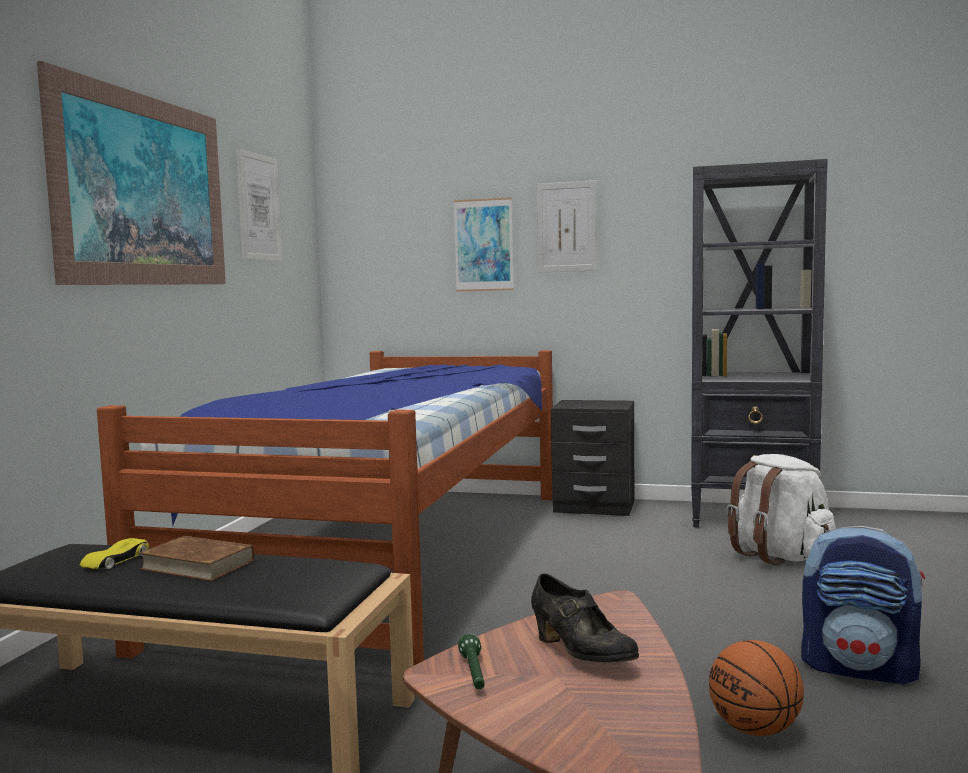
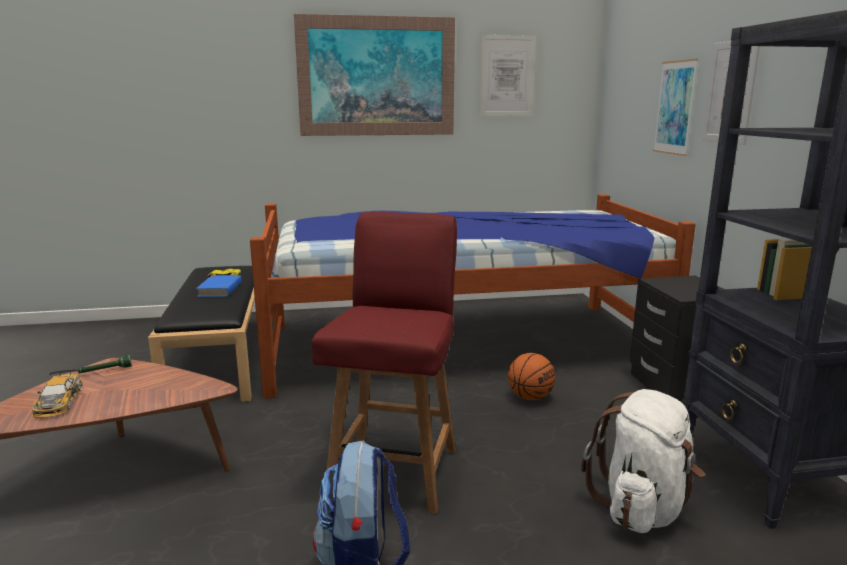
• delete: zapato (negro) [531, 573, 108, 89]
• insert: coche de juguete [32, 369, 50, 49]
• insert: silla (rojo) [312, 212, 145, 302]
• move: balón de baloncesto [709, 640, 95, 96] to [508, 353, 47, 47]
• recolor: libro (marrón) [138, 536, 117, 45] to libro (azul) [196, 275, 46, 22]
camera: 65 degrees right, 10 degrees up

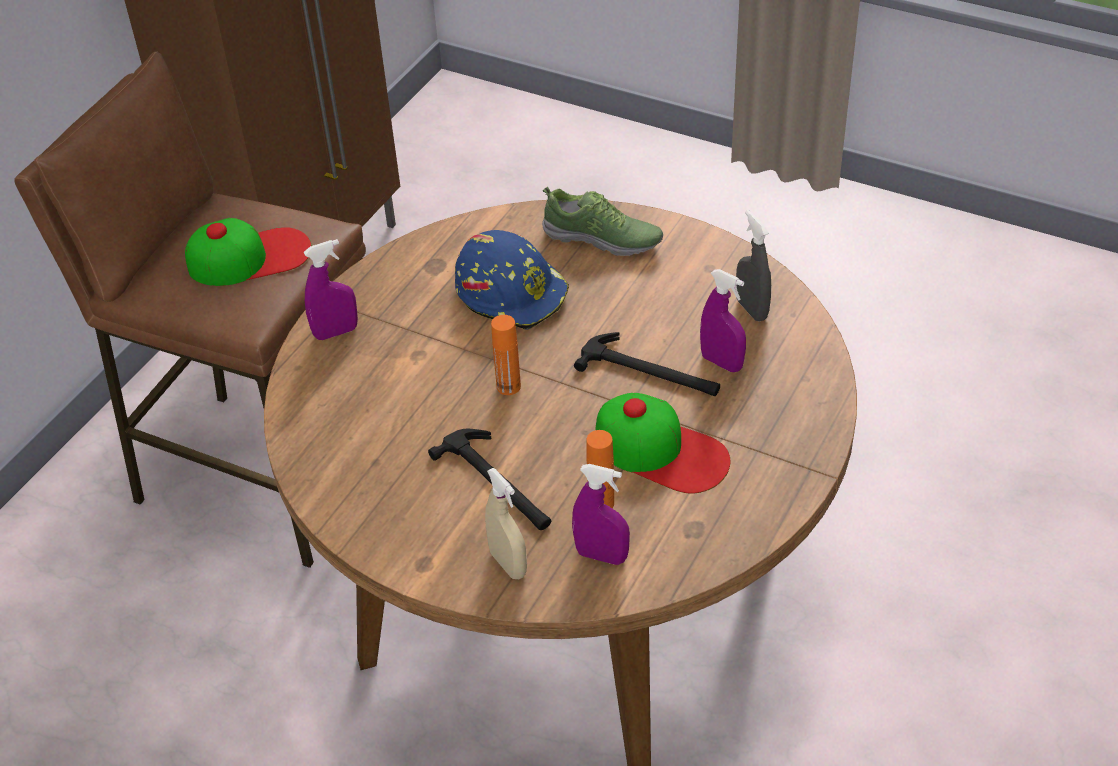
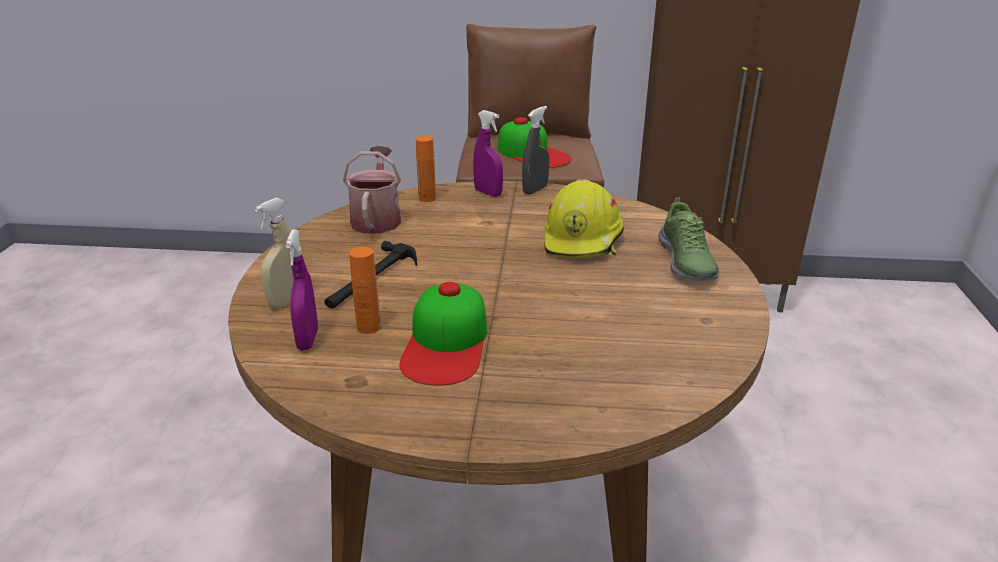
• delete: martillo [574, 332, 146, 64]
• delete: pulverizador (morado) [700, 269, 46, 103]
• insert: regadera [343, 146, 58, 88]
• move: botella (naranja) [491, 315, 30, 80] to [416, 136, 20, 66]
• move: pulverizador (gris) [736, 210, 35, 111] to [522, 106, 27, 89]
• recolor: casco (azul) [455, 230, 114, 100] to casco (amarillo) [544, 179, 80, 80]
camera: 65 degrees right, 15 degrees down

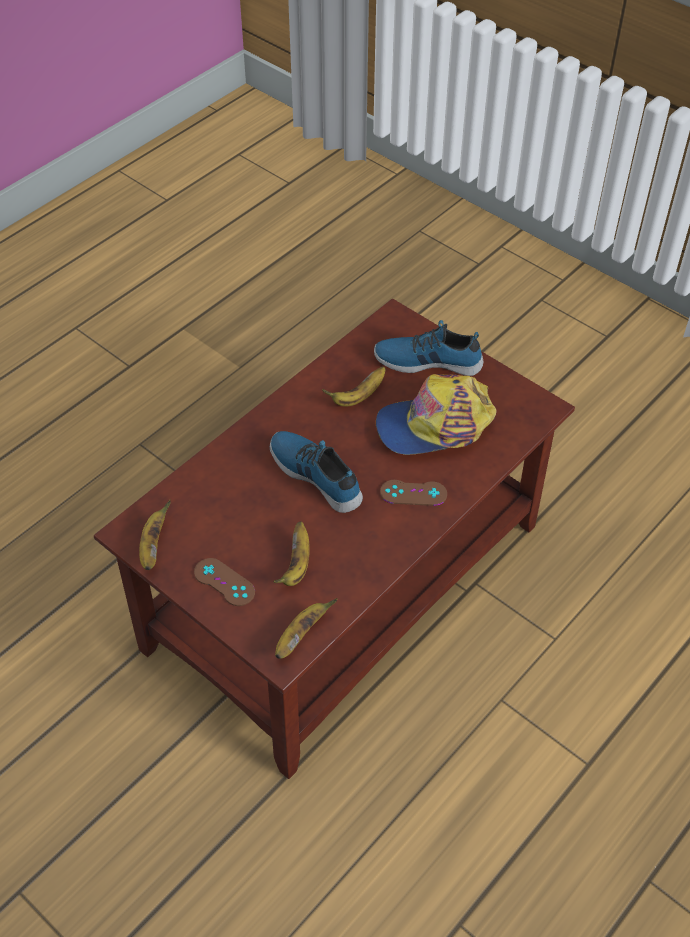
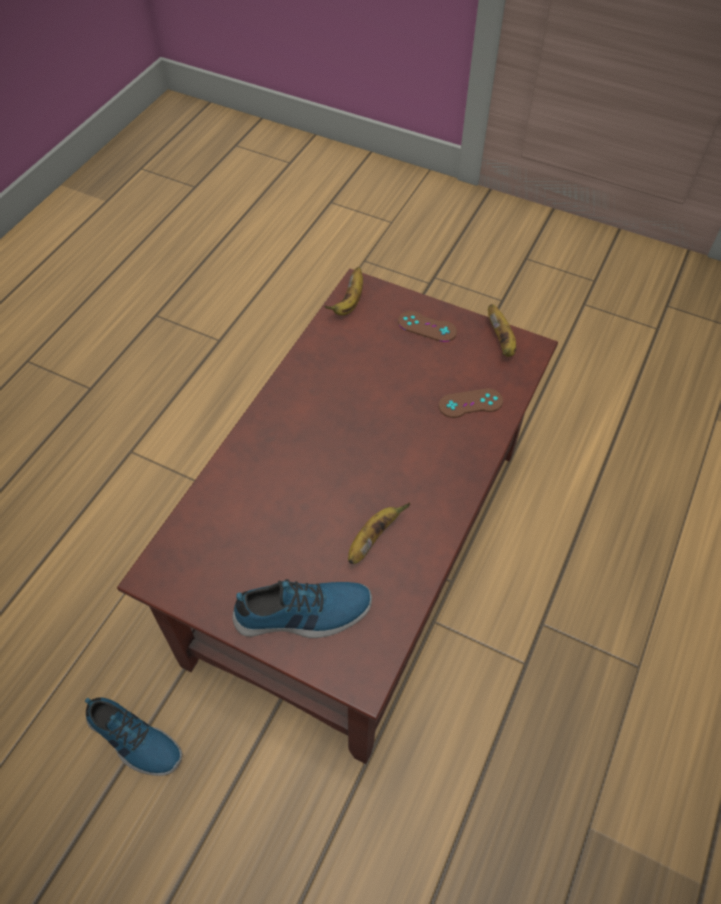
• delete: plátano [273, 522, 37, 64]
• delete: gorra [376, 374, 120, 81]
• move: zapato [270, 431, 93, 82] to [85, 698, 97, 78]
• move: mando de consola (marrón) [380, 480, 67, 26] to [439, 388, 64, 30]
camera: 165 degrees right, 5 degrees up

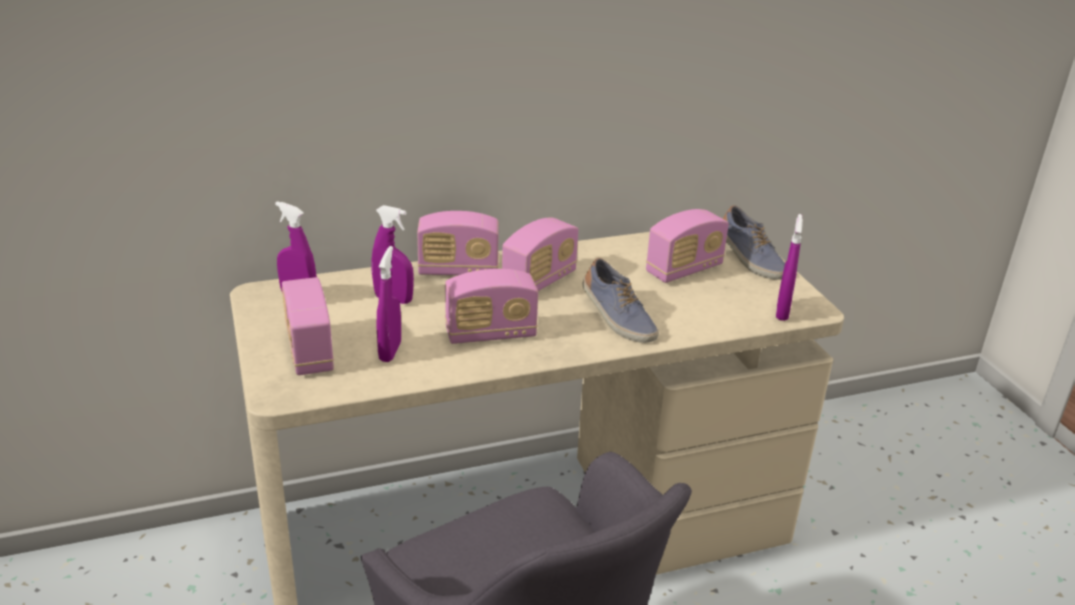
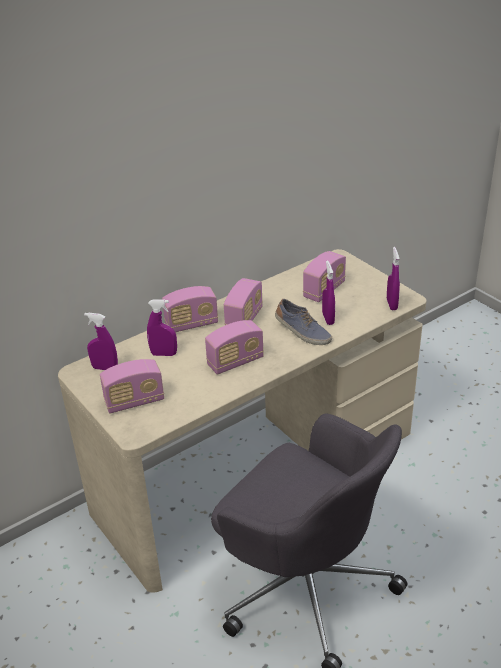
• delete: zapato [723, 205, 62, 75]
• move: pulverizador (morado) [377, 246, 24, 116] to [322, 260, 13, 65]
• rotate: radio [282, 277, 52, 98] = [100, 359, 64, 54] 75 degrees counterclockwise
camera: 15 degrees left, 5 degrees up

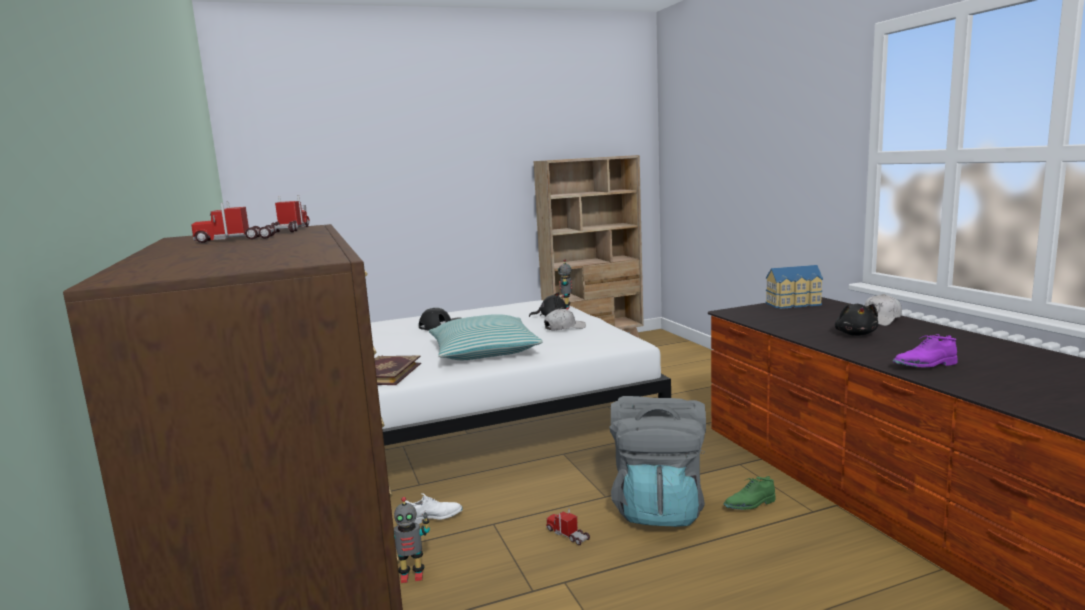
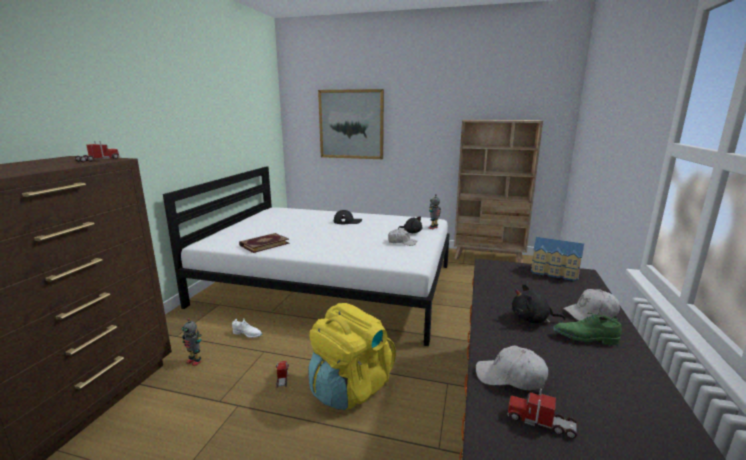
• delete: cojín [429, 314, 114, 46]
• insert: cuadro [318, 89, 66, 70]
• move: camión de juguete [191, 201, 84, 42] to [507, 388, 70, 51]
• move: zapato (verde) [723, 476, 53, 34] to [553, 313, 69, 32]
• replace: zapato (morado) [893, 334, 64, 33] to gorra (blanco) [476, 346, 72, 45]
• recolor: mochila (gris) [609, 396, 97, 131] to mochila (amarillo) [309, 303, 87, 107]
• rotate: peluche (negro) [835, 304, 43, 32] = [512, 284, 53, 39] 60 degrees clockwise
camera: 35 degrees right, 5 degrees up

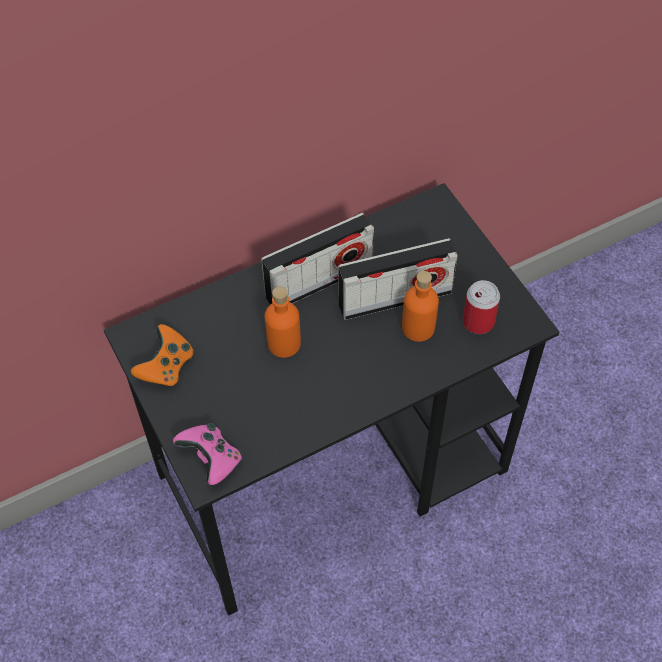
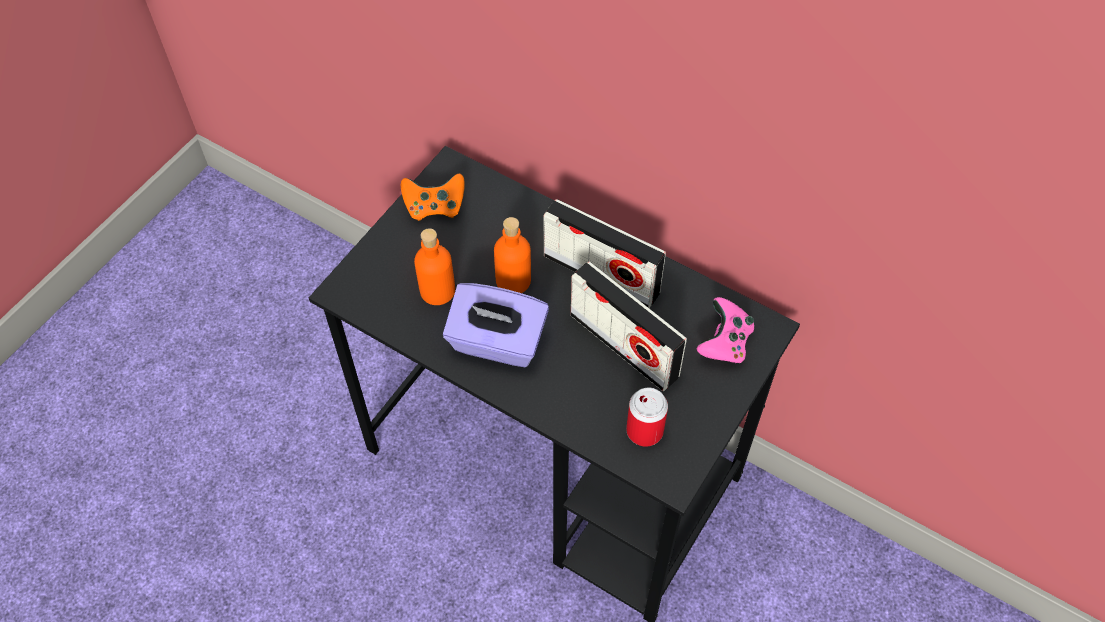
• insert: caja de pañuelos (morado) [443, 283, 106, 84]
• move: mando de consola (rosa) [173, 423, 69, 62] to [697, 297, 57, 66]
• move: botella (naranja) [402, 271, 37, 71] to [414, 228, 41, 77]
camera: 60 degrees right, 0 degrees up

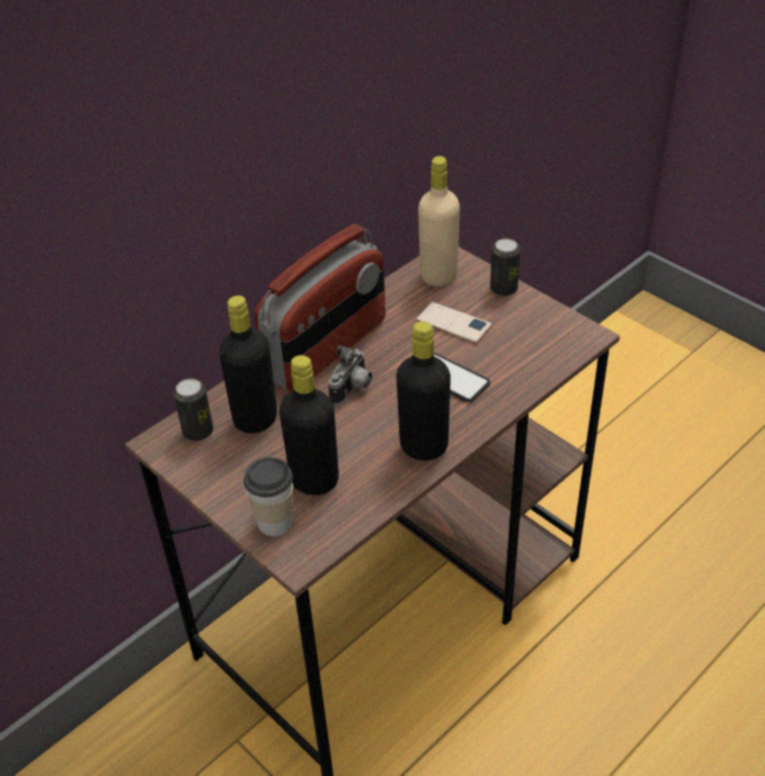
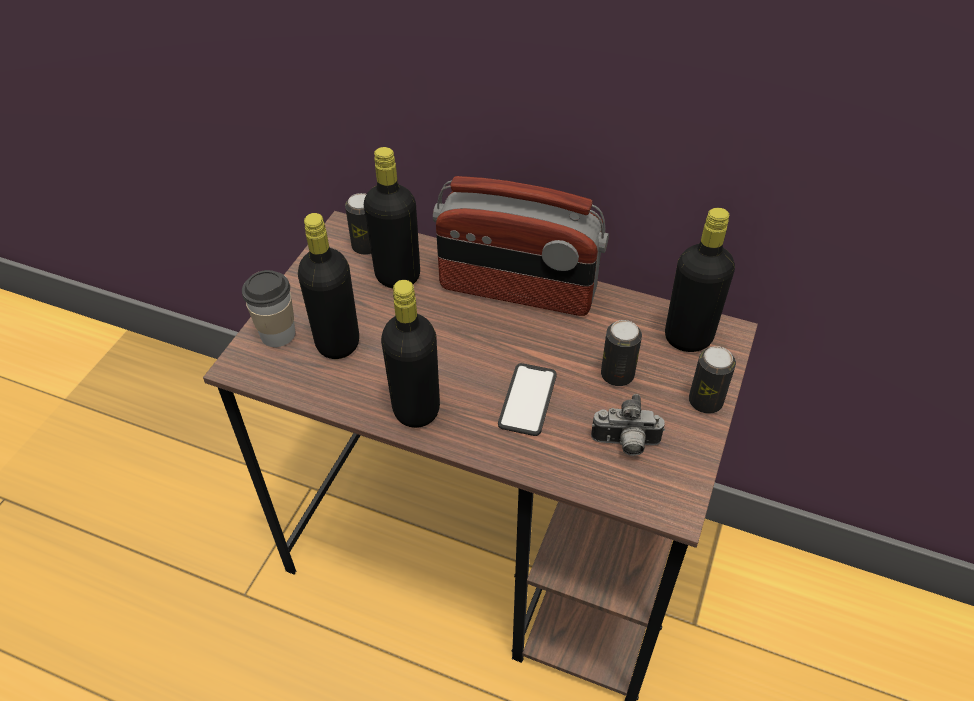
• move: cámara [328, 345, 44, 60] to [591, 394, 74, 62]
• replace: móvil [416, 302, 76, 41] to lata [601, 320, 41, 66]
• recolor: botella (beis) [418, 156, 42, 130] to botella (negro) [665, 208, 70, 144]
camera: 65 degrees right, 5 degrees up

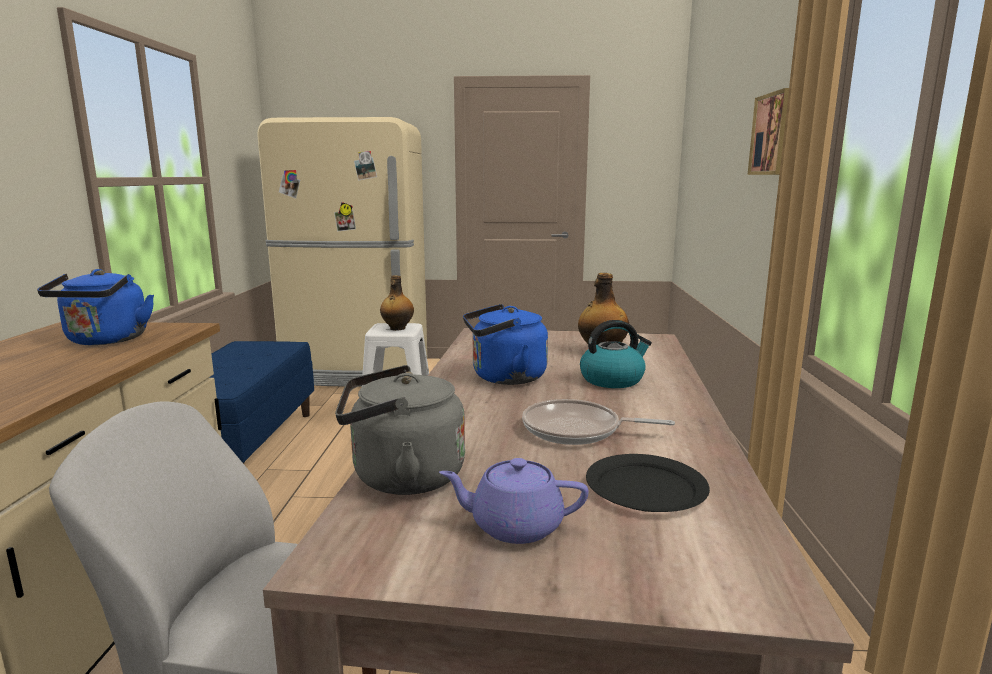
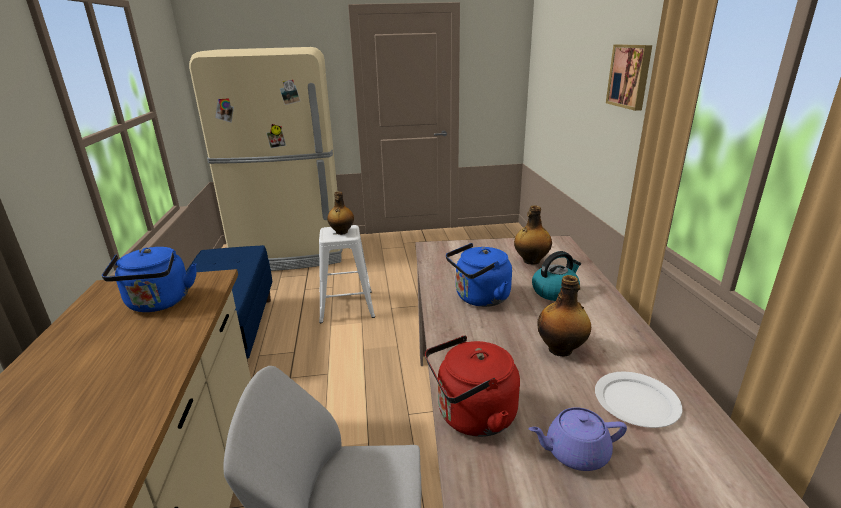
• replace: sartén [522, 399, 153, 46] to botella [537, 275, 54, 81]
• recolor: hervidor (gris) [335, 365, 130, 130] to hervidor (rojo) [425, 336, 95, 101]
• recolor: plato (negro) [586, 454, 124, 58] to plato (blanco) [595, 372, 88, 56]
camera: 10 degrees left, 10 degrees up

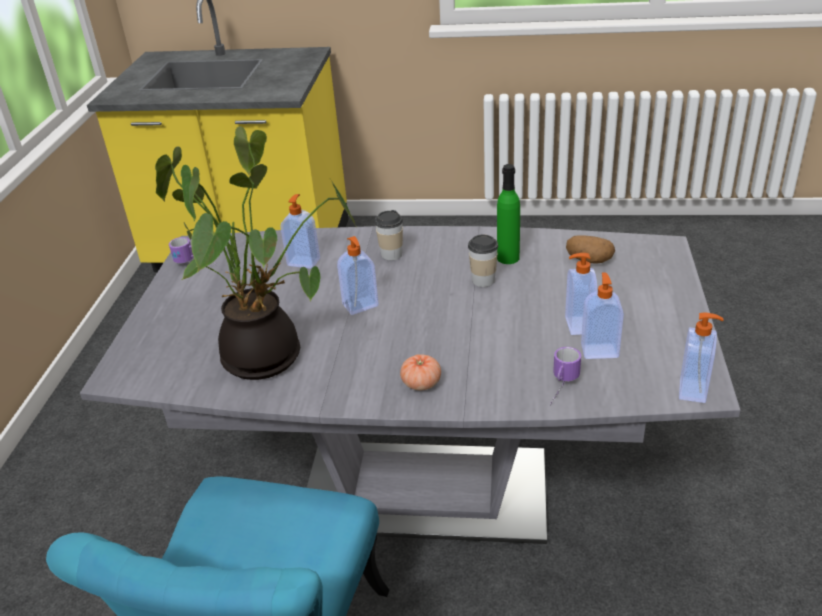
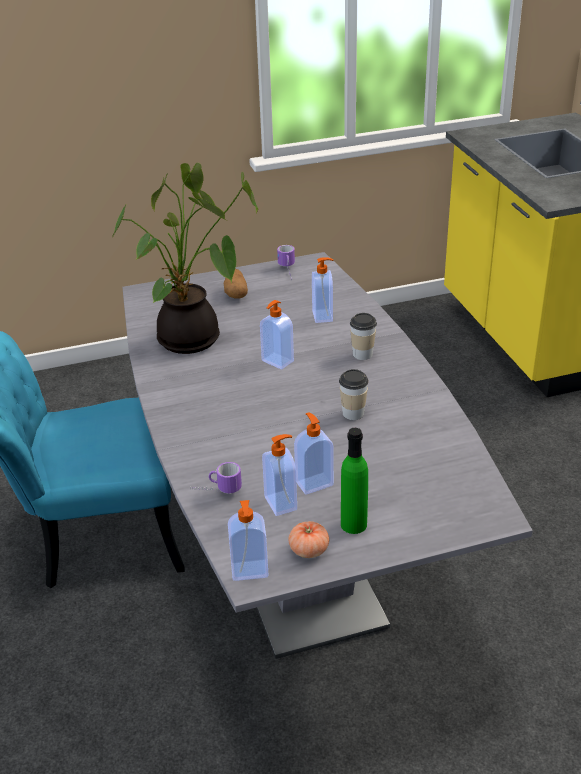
• move: tomate [400, 354, 41, 36] to [288, 521, 41, 37]
• move: botella (verde) [497, 164, 23, 100] to [341, 428, 27, 106]
• move: patata [566, 235, 49, 29] to [224, 269, 24, 30]
camera: 65 degrees right, 0 degrees up

